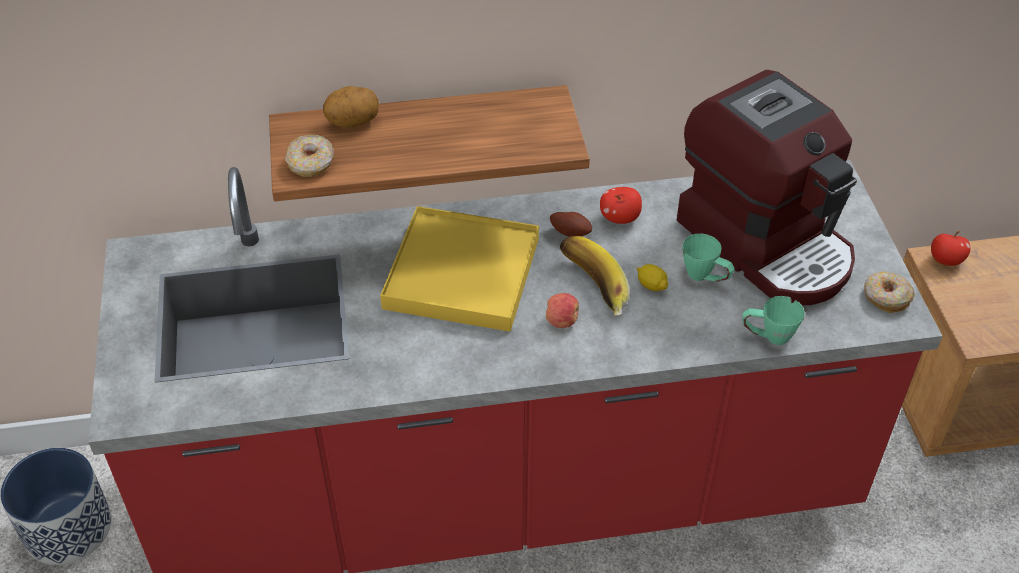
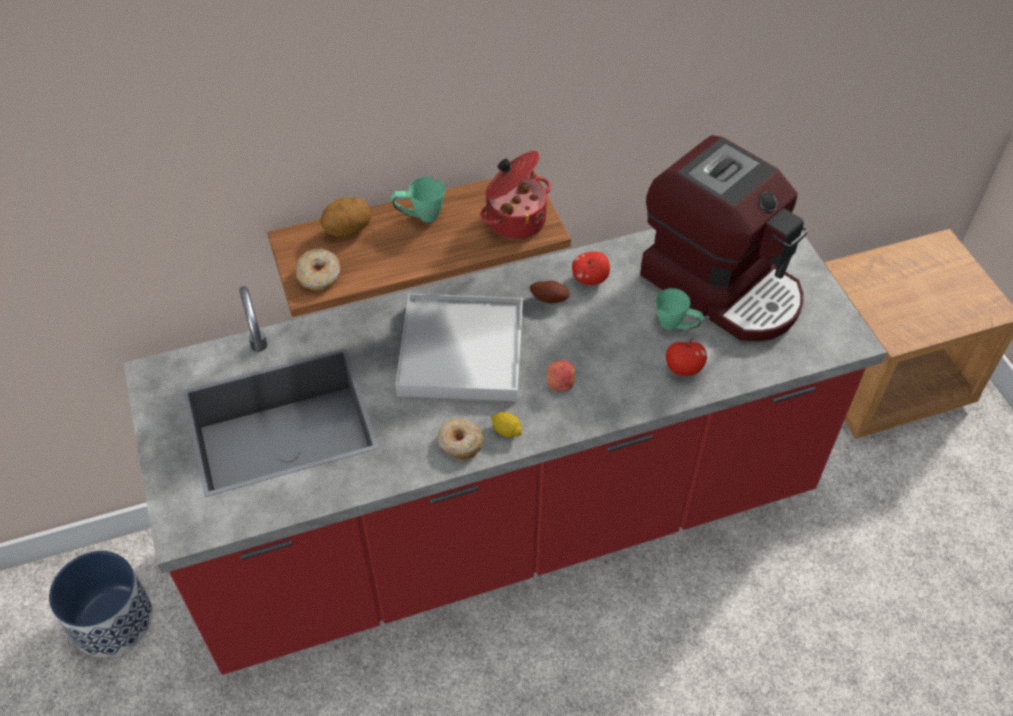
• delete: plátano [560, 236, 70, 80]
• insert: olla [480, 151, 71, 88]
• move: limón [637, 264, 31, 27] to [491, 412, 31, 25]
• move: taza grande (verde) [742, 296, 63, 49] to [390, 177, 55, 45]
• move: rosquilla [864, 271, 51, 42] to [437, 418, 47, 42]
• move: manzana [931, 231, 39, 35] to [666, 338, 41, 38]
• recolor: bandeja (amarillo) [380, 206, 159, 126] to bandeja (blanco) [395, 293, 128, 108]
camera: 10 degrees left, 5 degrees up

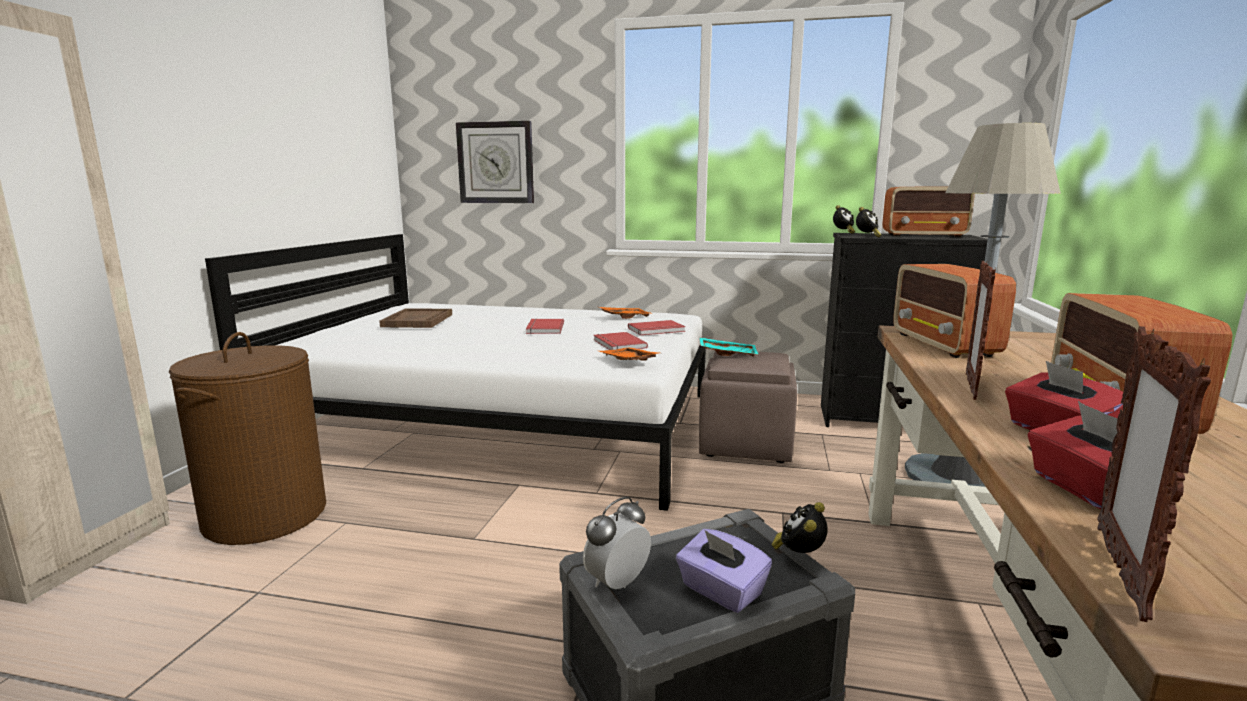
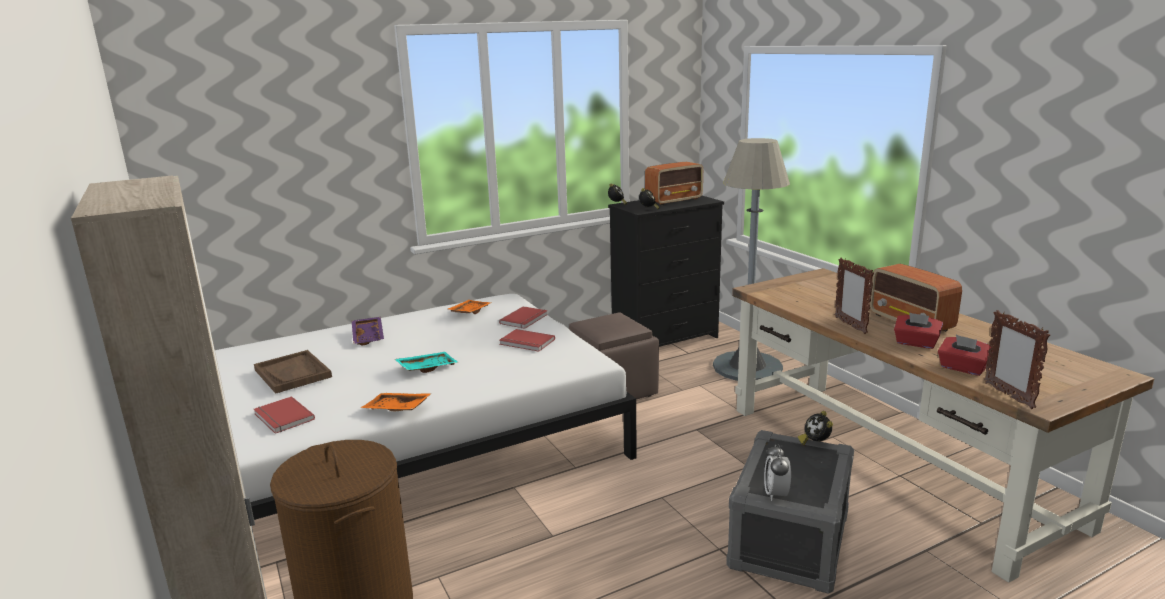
• delete: reloj de pared [456, 121, 78, 82]
• delete: caja de pañuelos (morado) [676, 529, 96, 84]
• delete: radio [893, 264, 123, 94]
• insert: bandeja (morado) [352, 317, 32, 28]
• move: libro (rojo) [526, 319, 38, 15] to [254, 396, 61, 38]
• move: bandeja (naranja) [600, 348, 59, 13] to [361, 393, 71, 18]
• move: bandeja (turquesa) [700, 338, 58, 19] to [395, 352, 64, 21]
camera: 40 degrees left, 5 degrees up

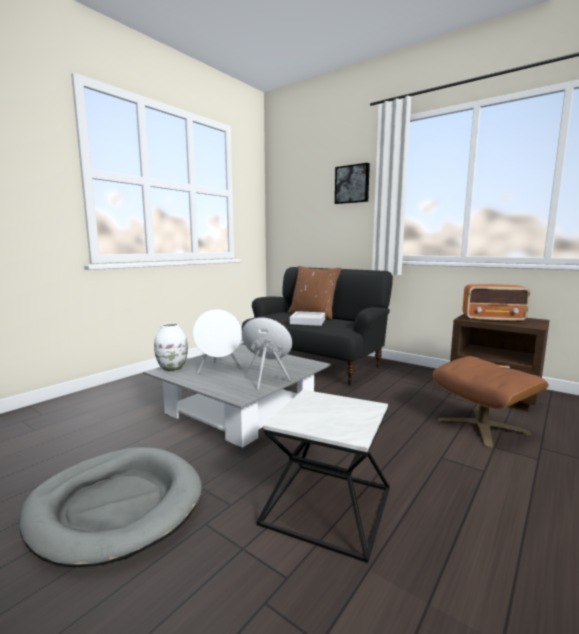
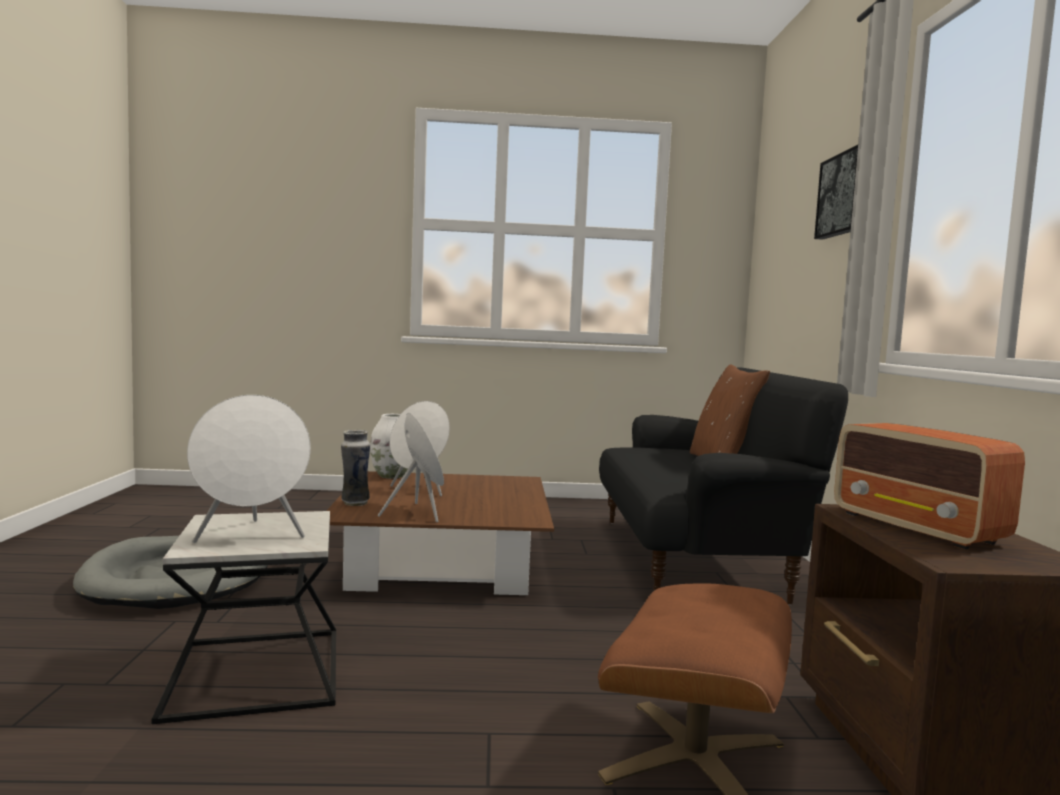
• delete: bandeja (gris) [290, 311, 35, 15]
• insert: altavoz (blanco) [187, 395, 124, 148]
• insert: florero [341, 430, 29, 76]
• recolor: mesa de centro (gris) [143, 344, 188, 104] to mesa de centro (marrón) [326, 471, 228, 125]
camera: 50 degrees right, 5 degrees down

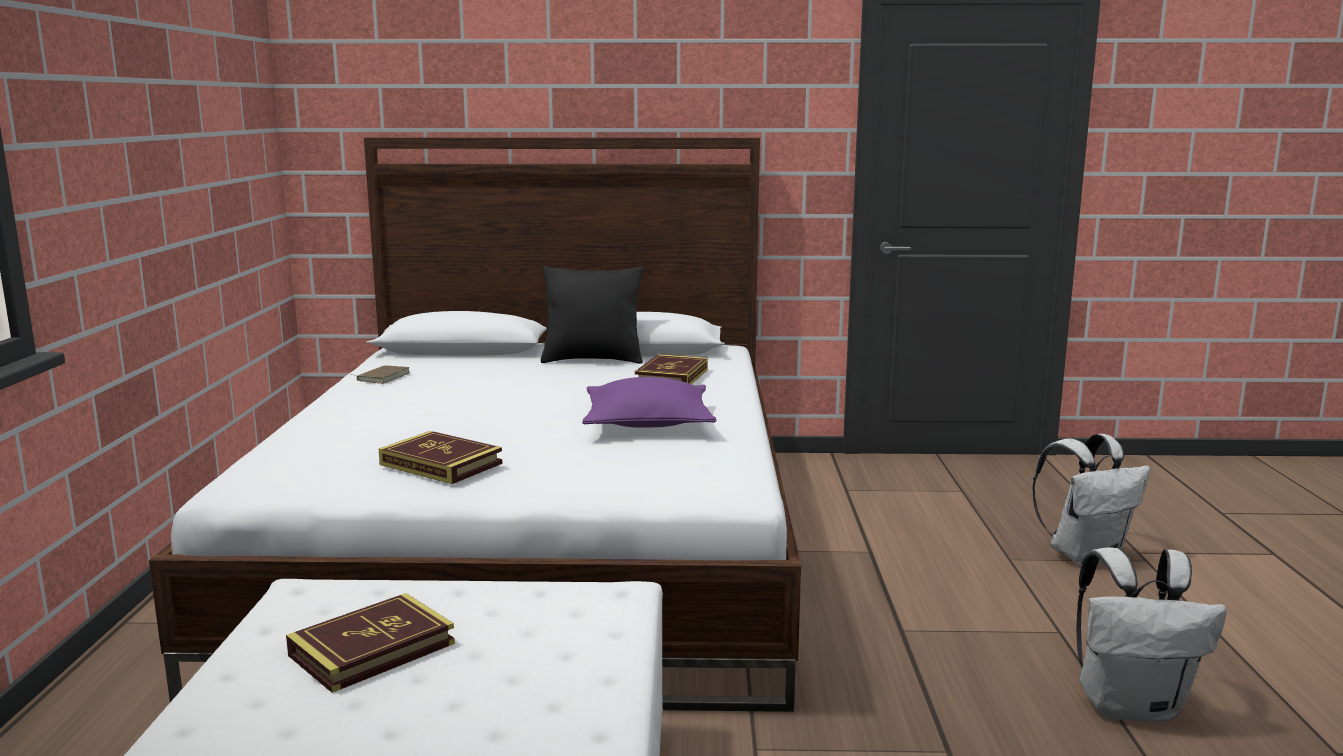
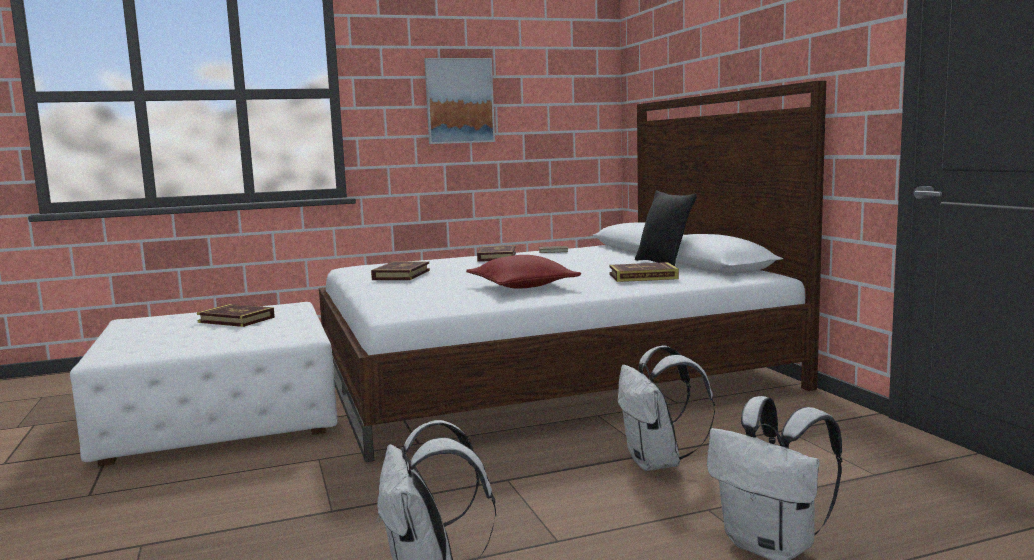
• insert: cuadro [424, 58, 71, 86]
• insert: libro [477, 245, 39, 17]
• insert: mochila (blanco) [618, 345, 97, 126]
• recolor: cojín (morado) [582, 377, 135, 51] to cojín (rojo) [466, 255, 115, 34]
camera: 70 degrees right, 5 degrees down

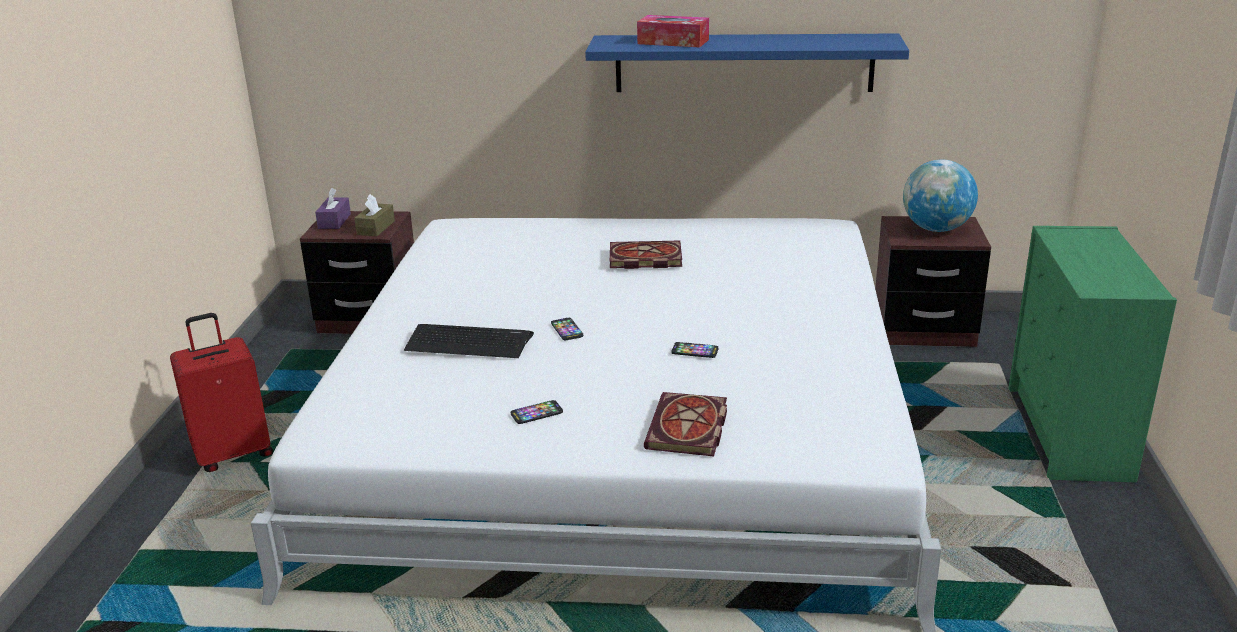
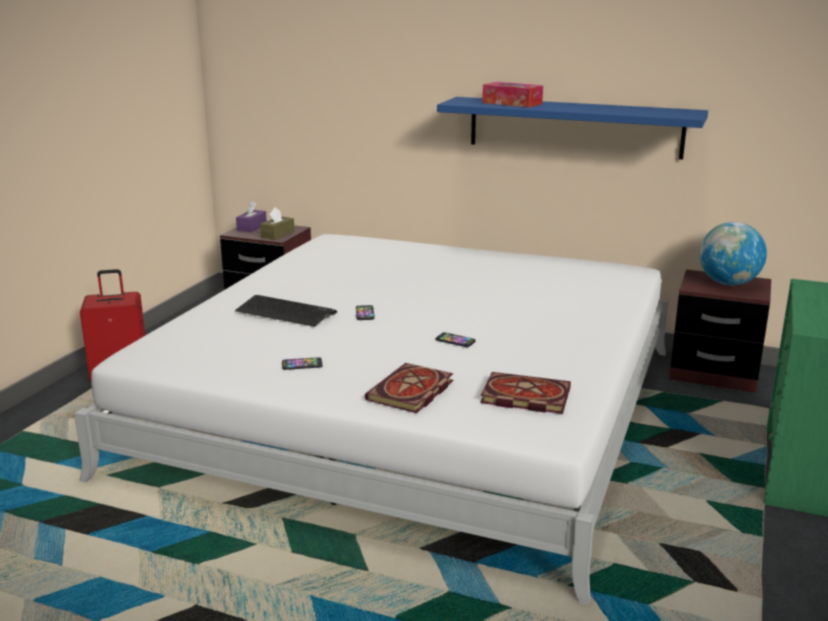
• move: libro [610, 240, 72, 29] to [480, 372, 91, 42]
camera: 15 degrees right, 5 degrees down

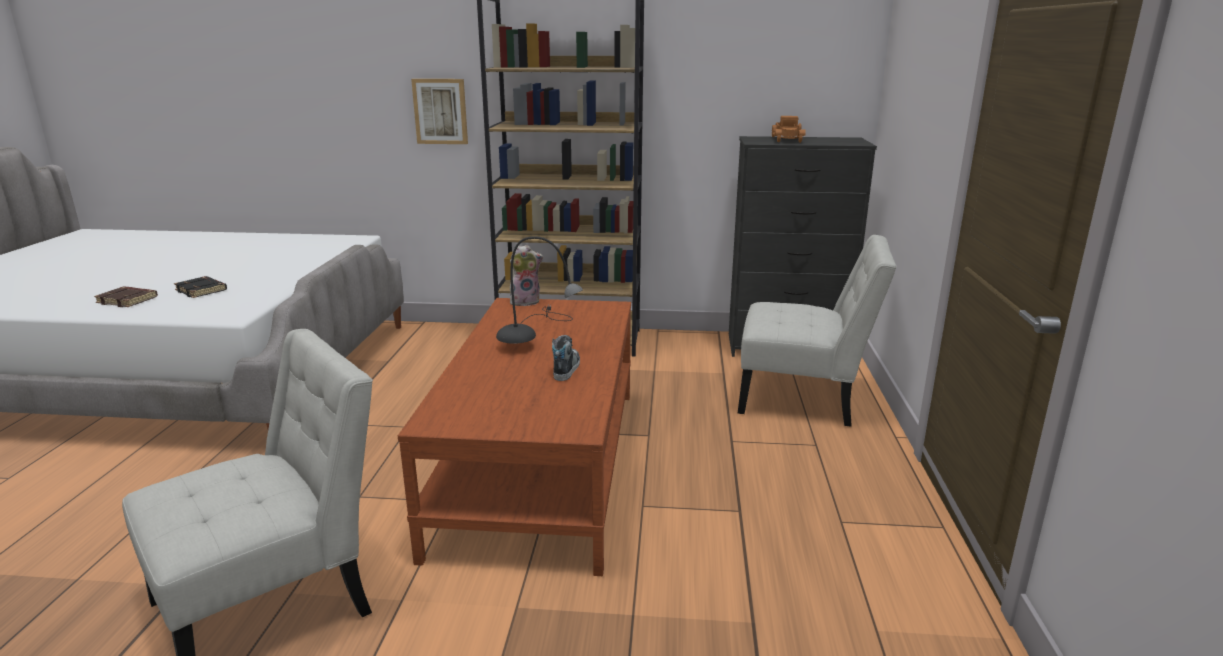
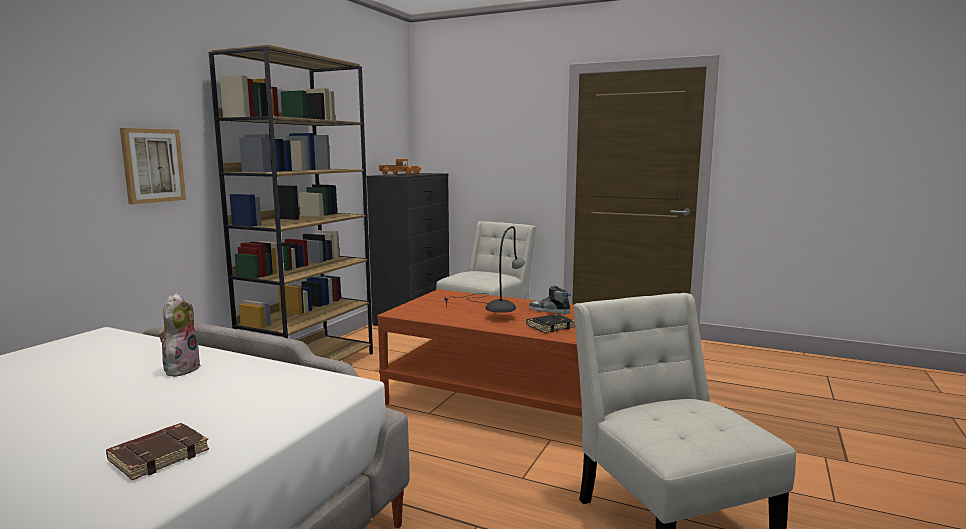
• move: libro (negro) [174, 276, 53, 22] to [526, 314, 49, 19]
• move: peluche [510, 245, 33, 61] to [158, 293, 43, 84]
camera: 70 degrees left, 10 degrees down

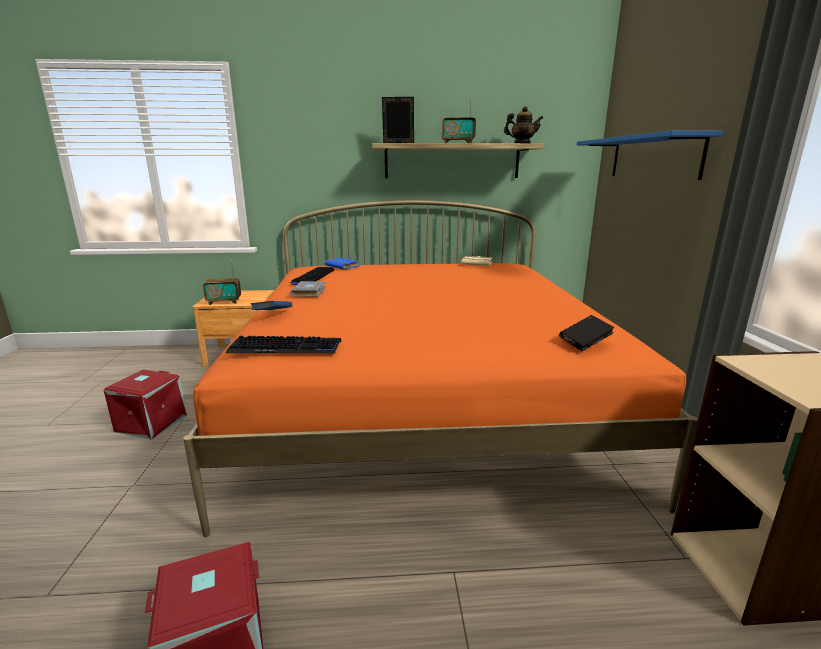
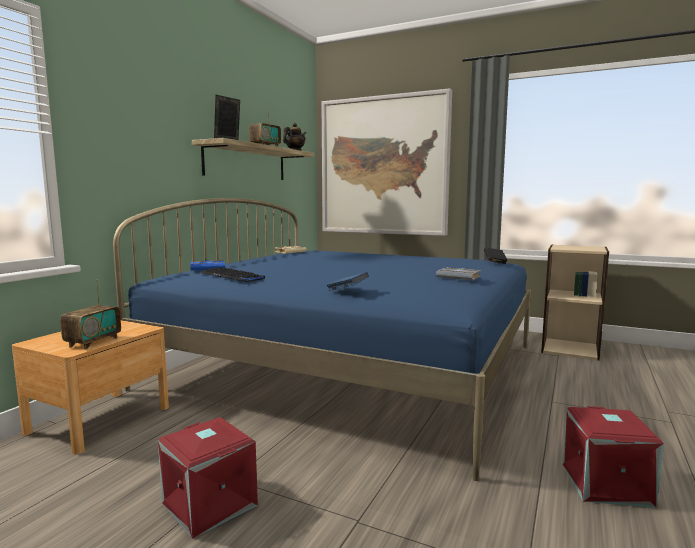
• delete: teclado [226, 336, 115, 17]
• move: libro (gris) [290, 281, 36, 16] to [436, 267, 45, 14]
• replace: estante (azul) [577, 130, 146, 50] to cuadro [321, 88, 131, 148]
• recolor: cama (naranja) [183, 200, 515, 337] to cama (azul) [113, 198, 418, 283]
camera: 60 degrees left, 10 degrees down

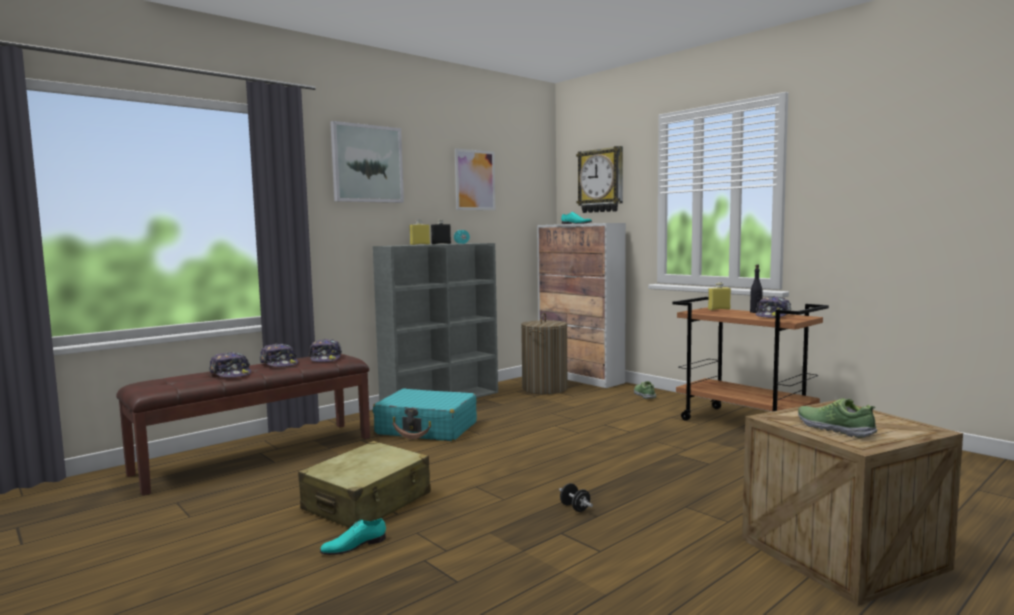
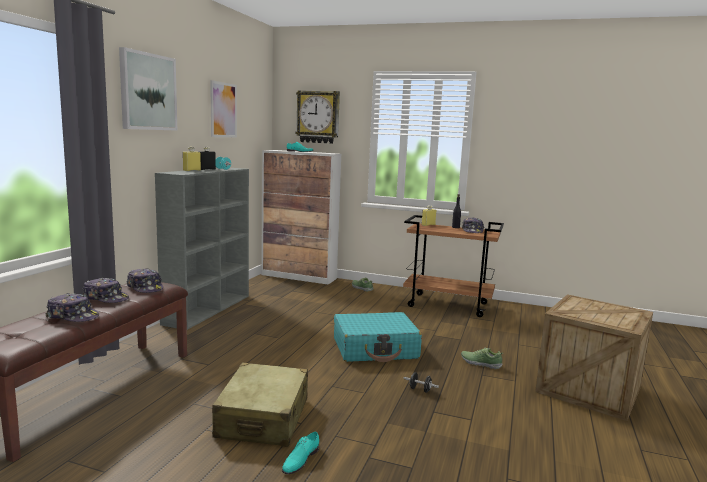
• delete: cesto de la ropa [521, 313, 47, 81]
• move: maleta (turquesa) [373, 388, 104, 53] to [334, 312, 88, 50]
• move: zapato [798, 398, 79, 40] to [461, 347, 43, 22]
camera: 30 degrees left, 5 degrees up

